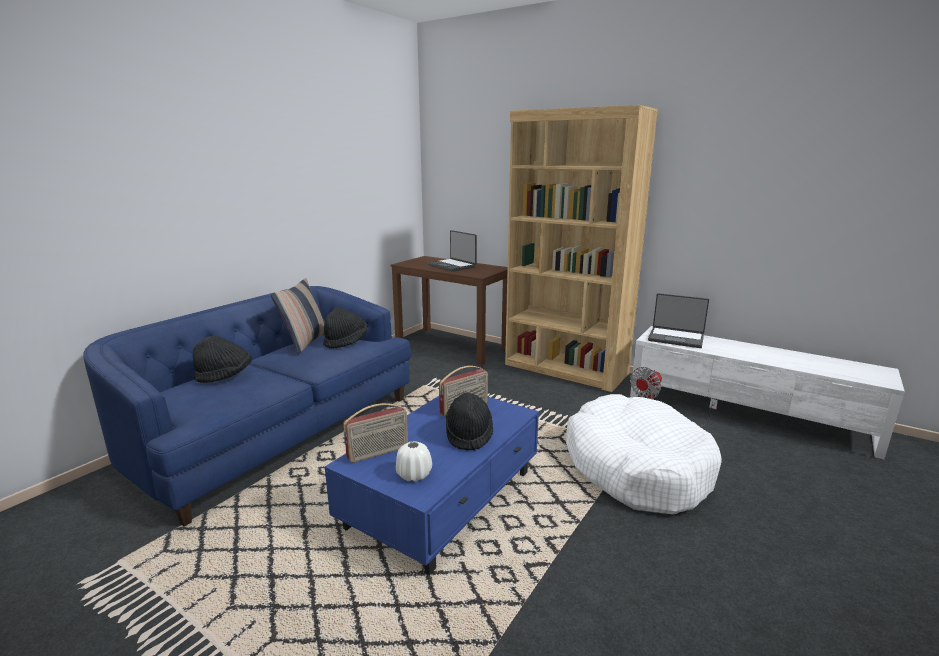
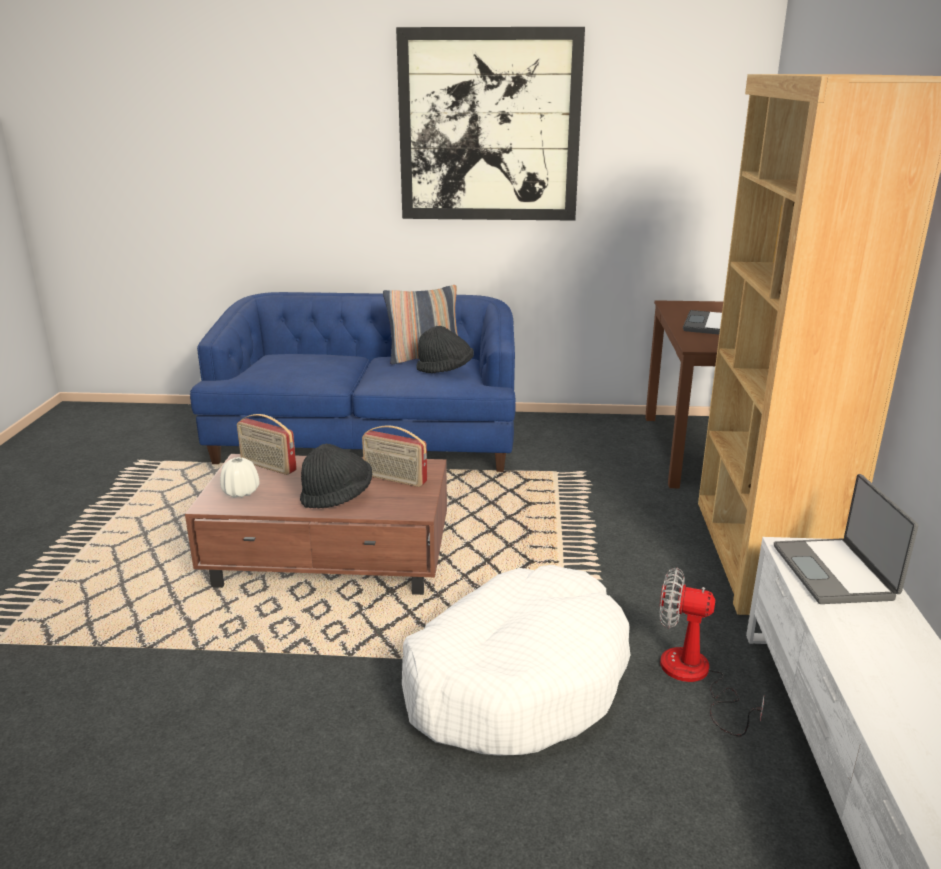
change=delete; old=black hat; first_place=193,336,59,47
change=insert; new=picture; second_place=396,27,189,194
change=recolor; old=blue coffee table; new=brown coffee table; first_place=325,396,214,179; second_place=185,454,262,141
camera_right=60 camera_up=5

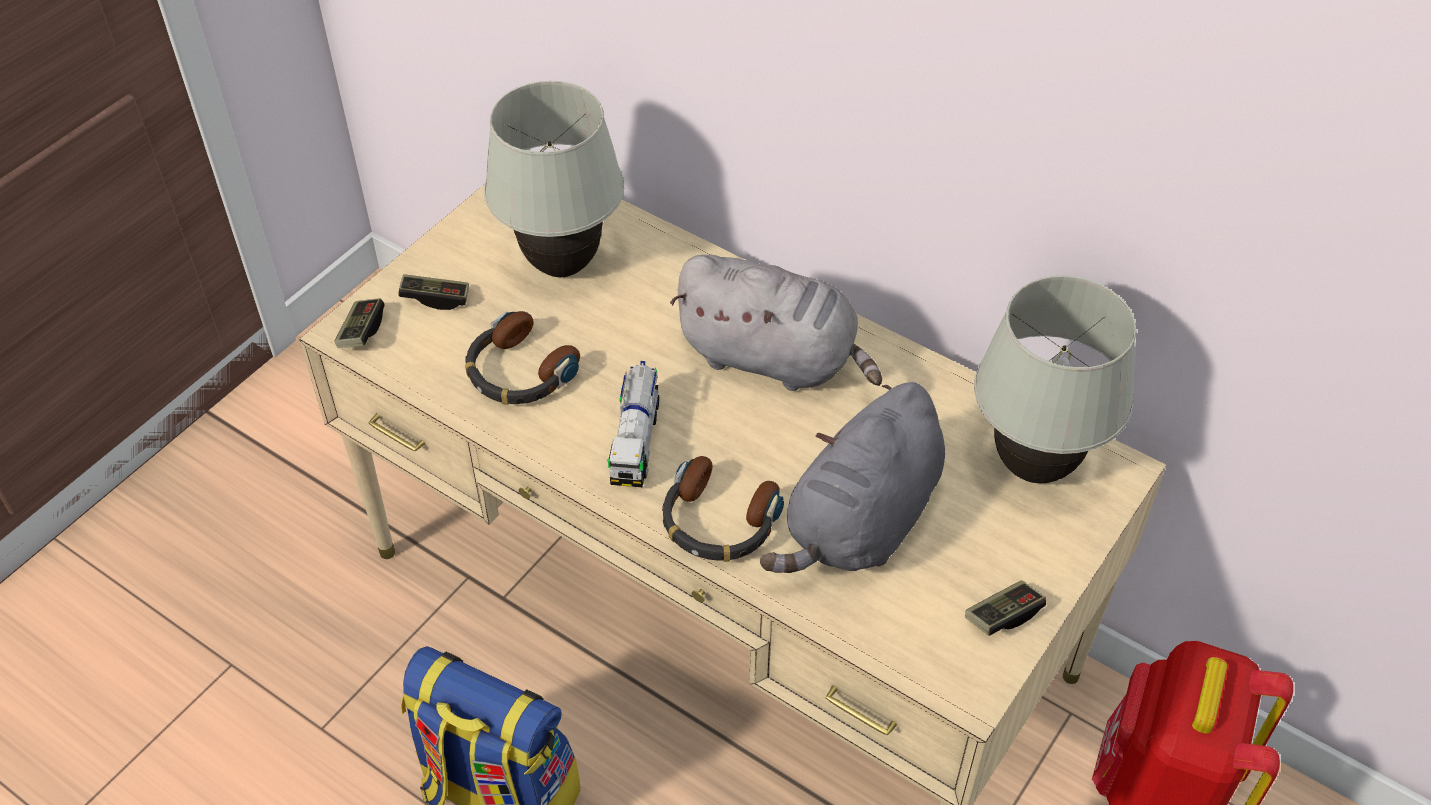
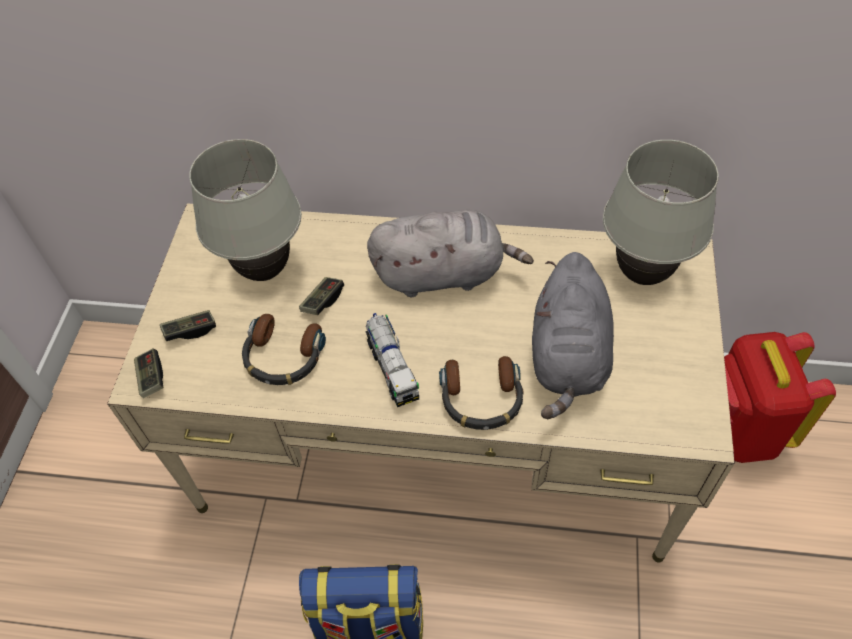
change=move; old=game controller; first_place=965,581,81,55; second_place=299,277,45,38
camera_right=-25 camera_up=5

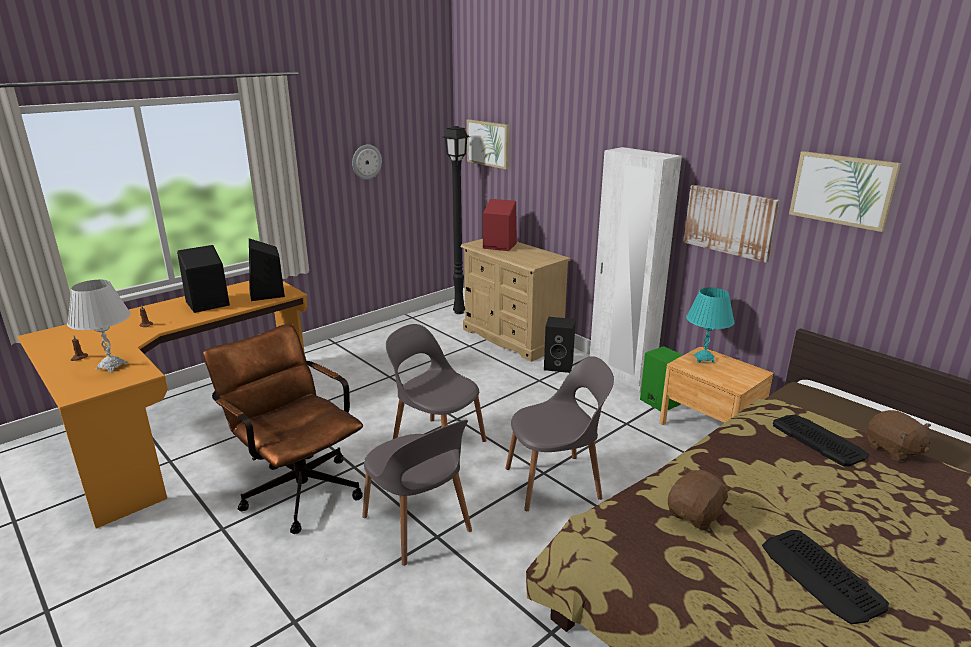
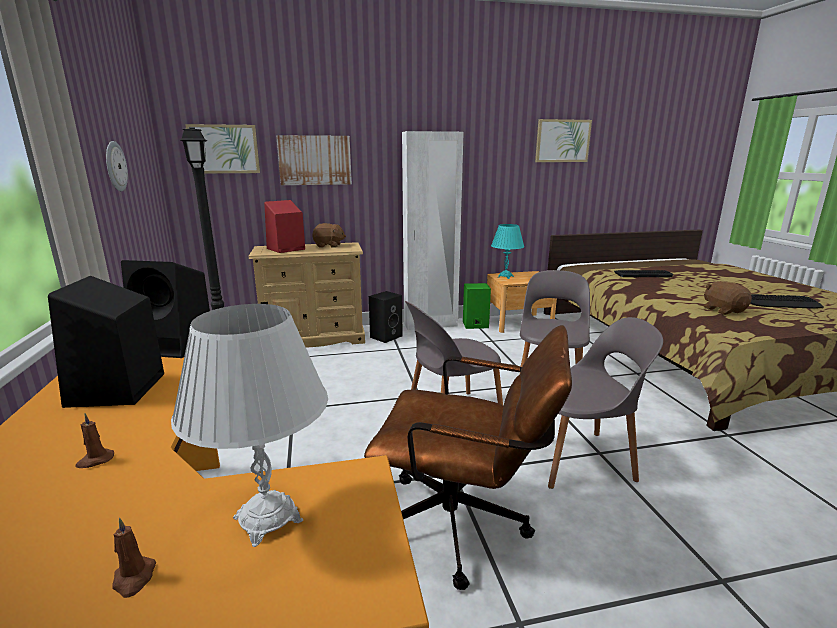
change=move; old=picture; first_place=684,185,95,78; second_place=276,135,76,50
change=move; old=brown plush toy; first_place=867,410,64,52; second_place=312,223,34,25
change=rotate; old=brown office chair; first_place=203,323,160,211; second_place=364,325,208,265; degrees=-150
camera_right=-60 camera_up=-5

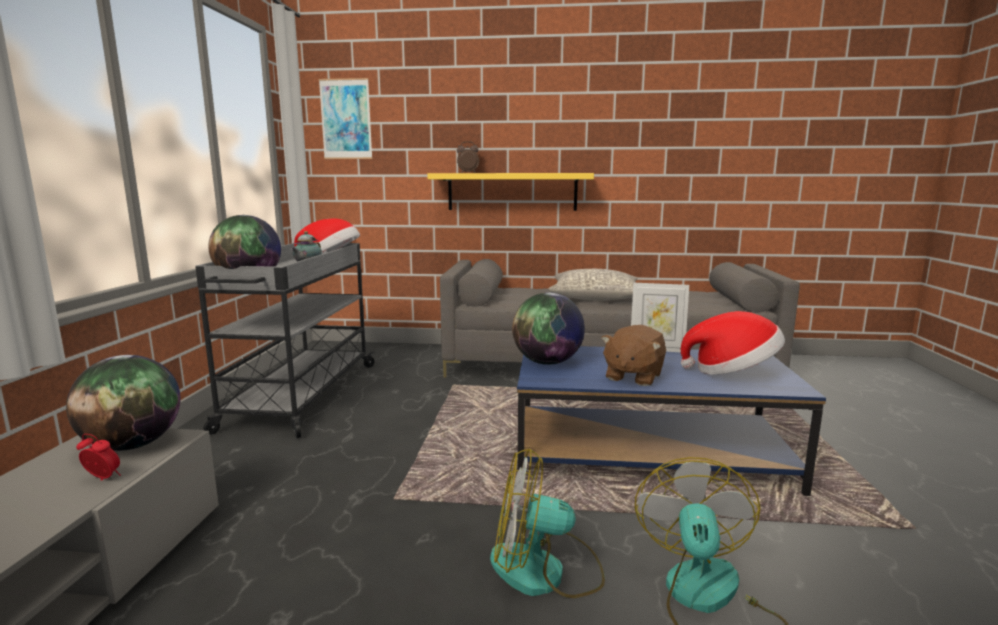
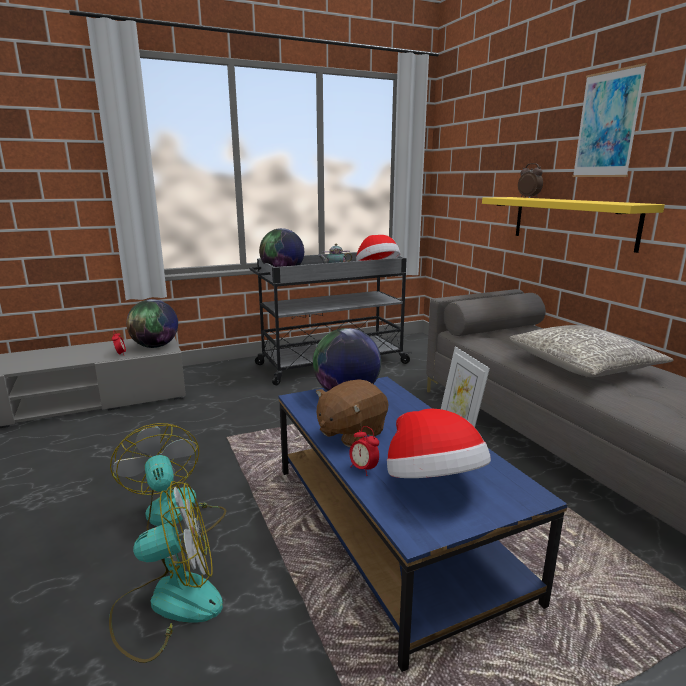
change=insert; new=alarm clock; second_place=349,426,30,50
change=move; old=picture; first_place=319,78,54,81; second_place=572,63,75,114
change=rotate; old=brown plush toy; first_place=601,325,65,61; second_place=316,379,72,68; degrees=-45
camera_right=60 camera_up=5

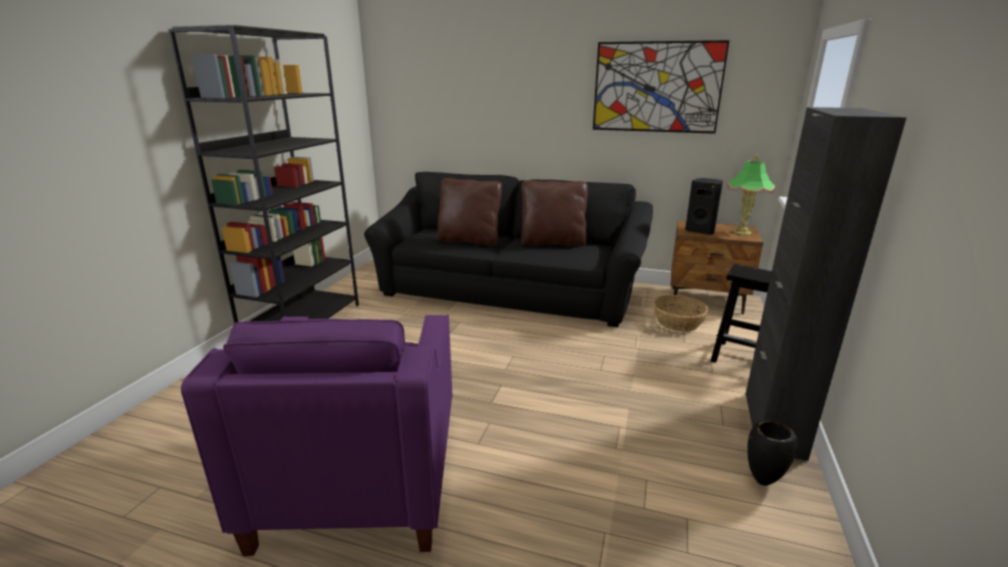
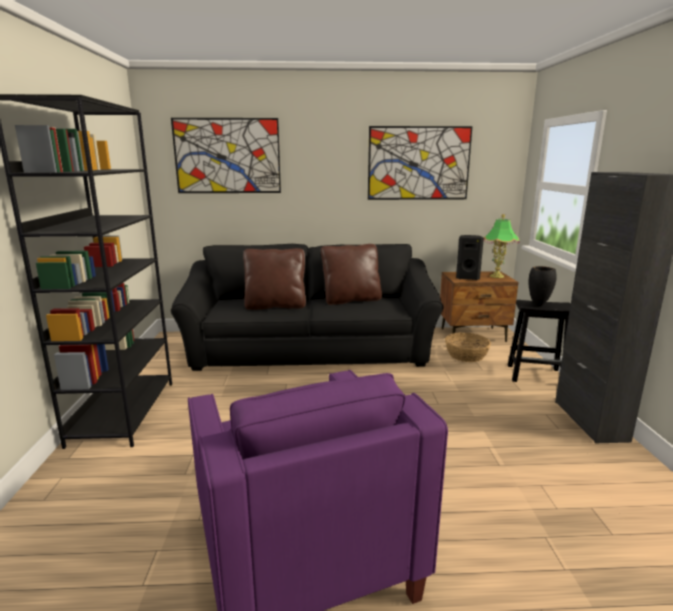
change=insert; new=picture; second_place=171,118,110,75
change=move; old=black vase; first_place=747,420,51,66; second_place=529,266,28,40
camera_right=-20 camera_up=-5

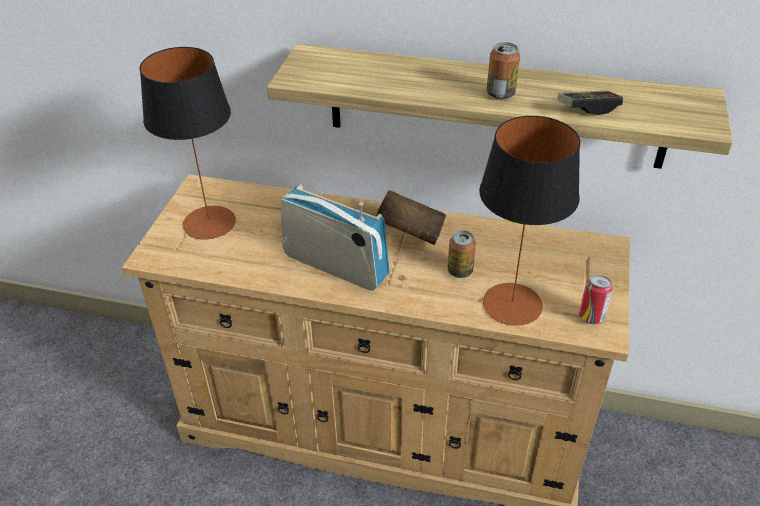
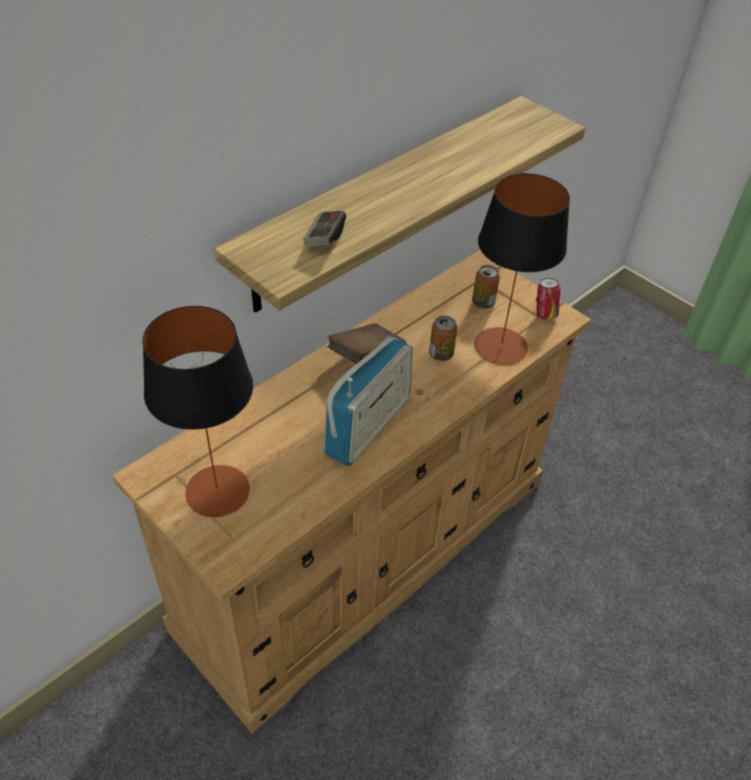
change=move; old=can; first_place=486,42,34,58; second_place=472,265,28,43
change=move; old=game controller; first_place=557,91,66,24; second_place=304,210,42,36
change=rotate; old=radio; first_place=281,184,109,107; second_place=323,336,90,130; degrees=150
camera_right=-60 camera_up=5

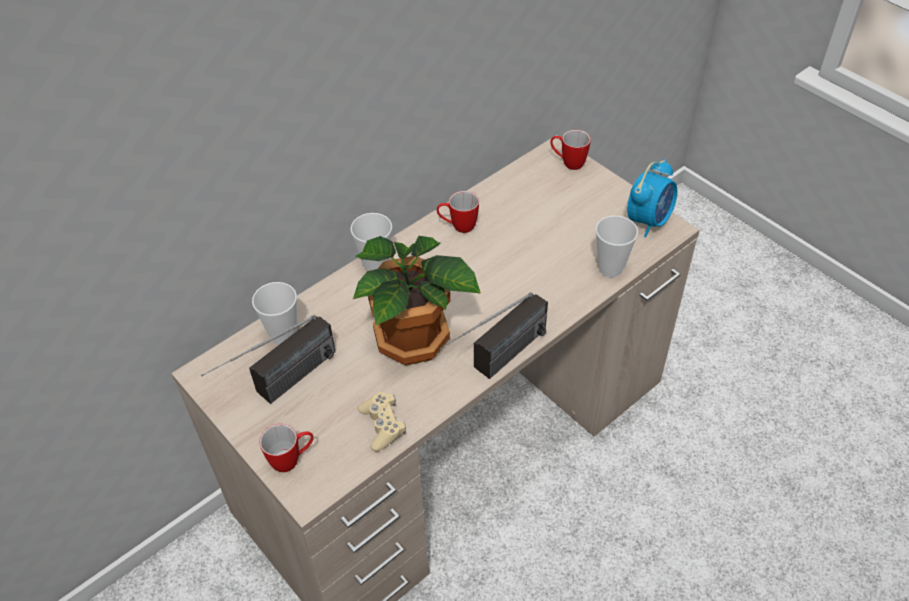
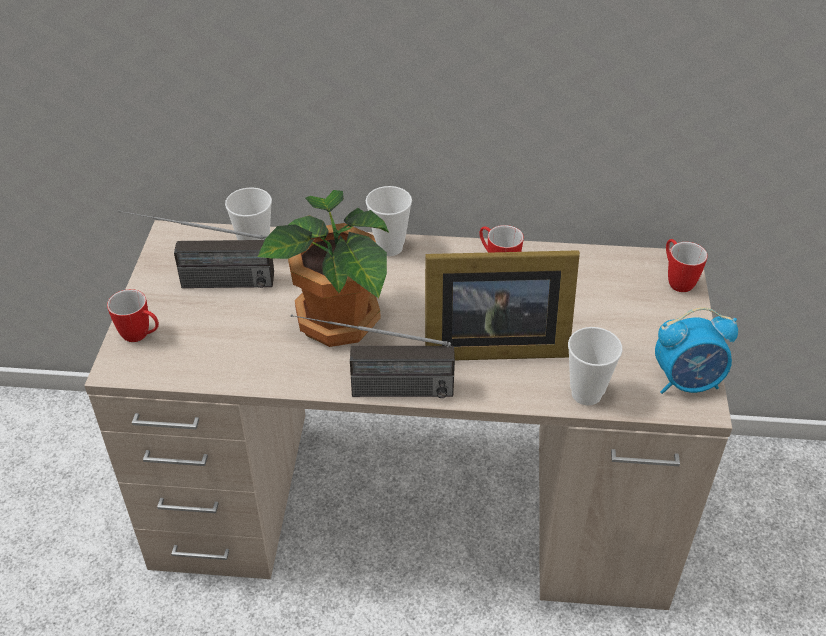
change=delete; old=beige game controller; first_place=358,392,48,59
change=insert; new=picture frame; second_place=425,250,155,110
camera_right=45 camera_up=-5

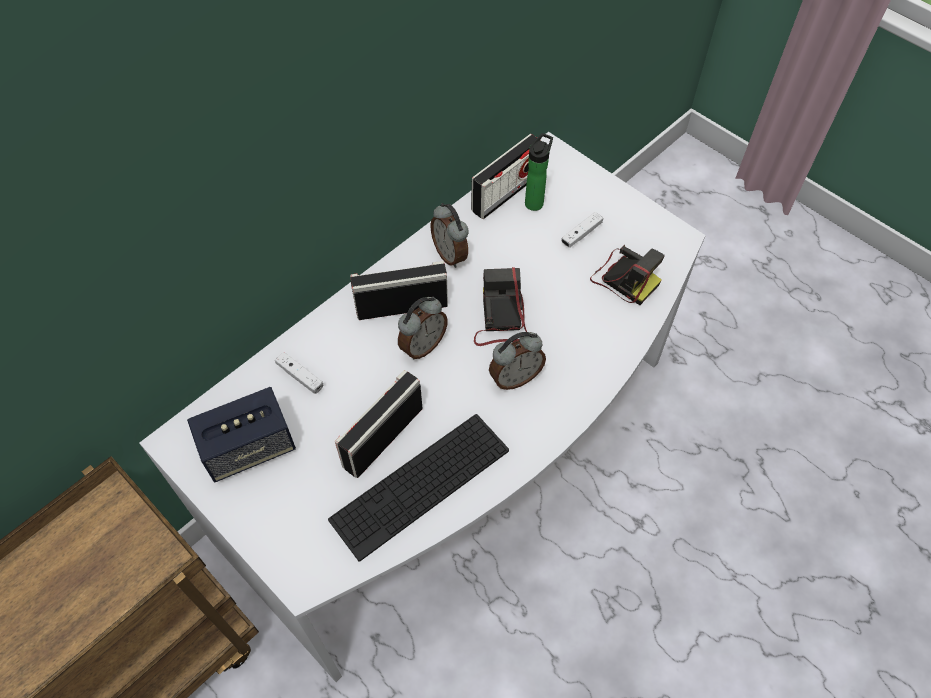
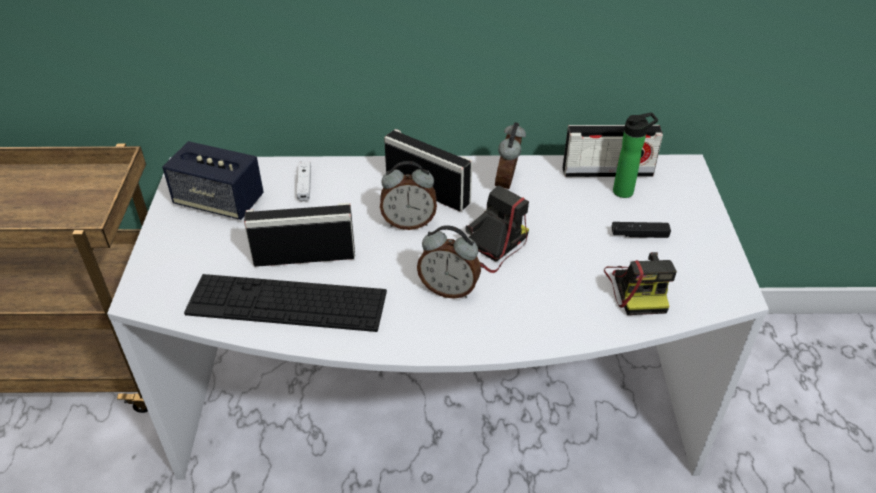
change=recolor; old=white game controller; new=black game controller; first_place=561,212,42,36; second_place=611,222,60,16
camera_right=45 camera_up=-15

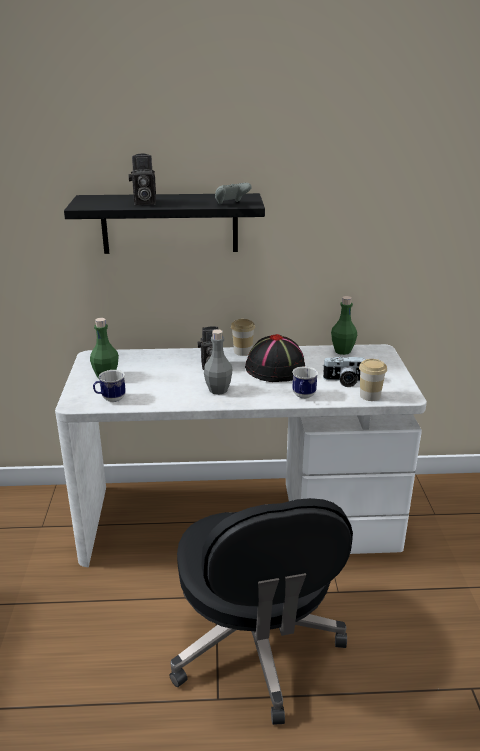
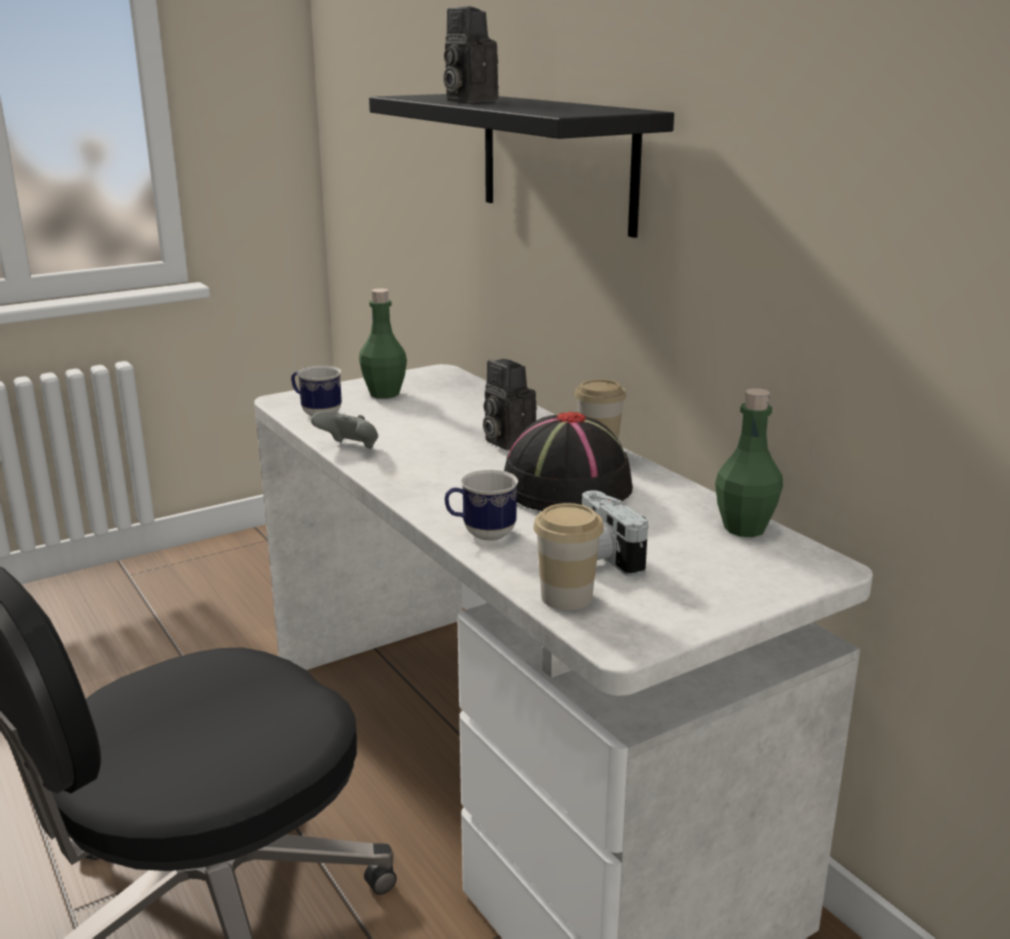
change=delete; old=grey bottle; first_place=204,329,28,66
change=move; old=grey game controller; first_place=215,183,37,22; second_place=311,412,67,37
camera_right=60 camera_up=-5

